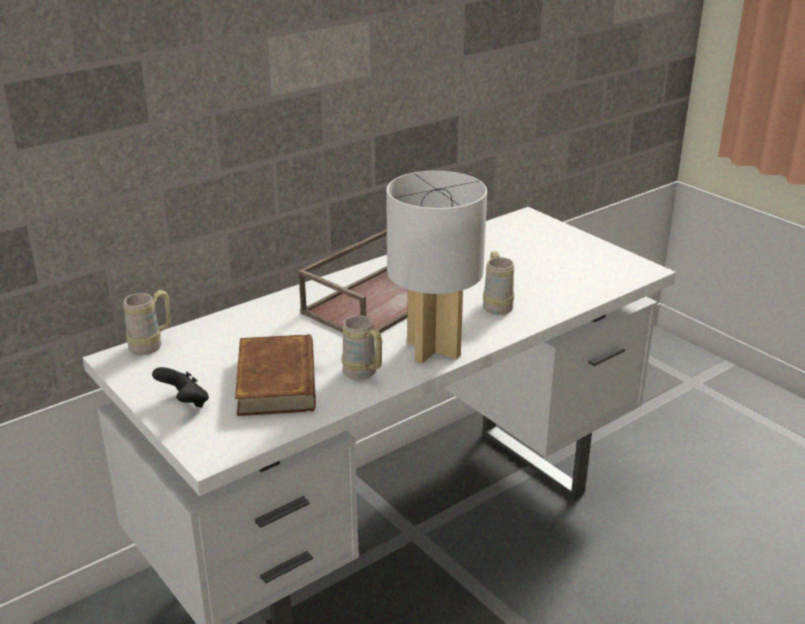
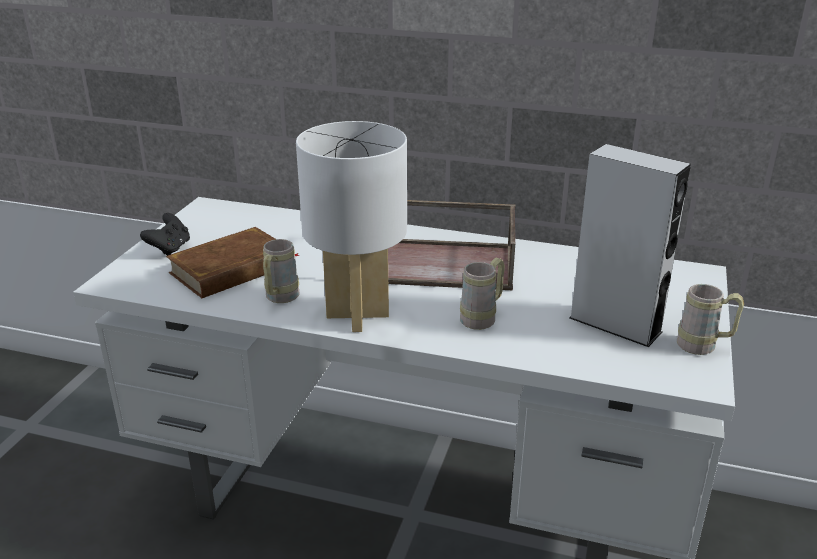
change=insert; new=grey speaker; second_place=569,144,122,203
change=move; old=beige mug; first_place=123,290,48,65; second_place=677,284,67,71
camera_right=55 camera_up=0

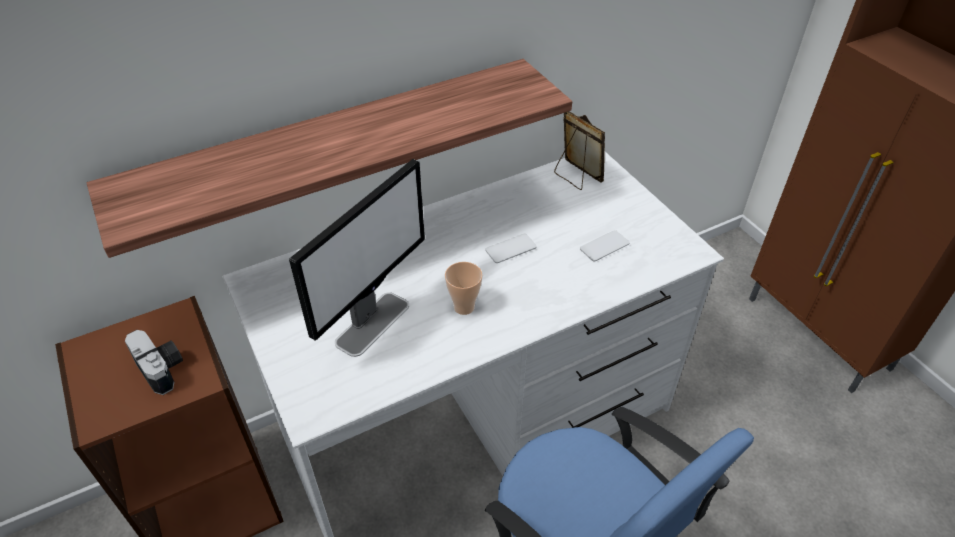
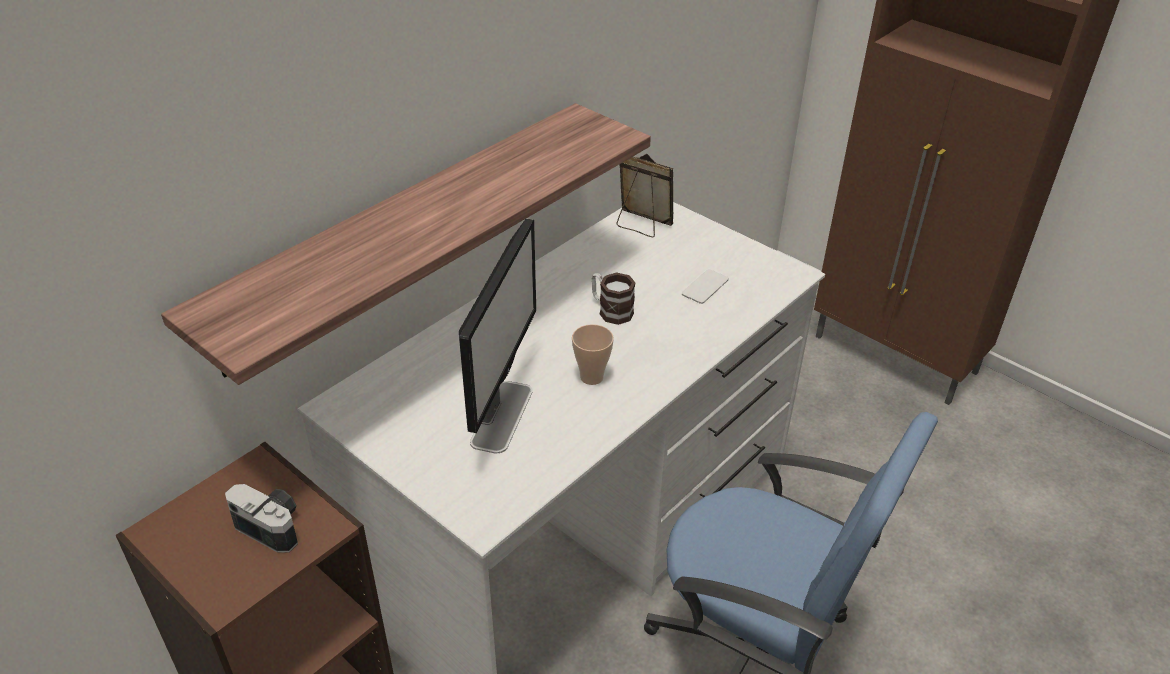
change=replace; old=phone; new=mug; first_place=485,234,52,29; second_place=592,272,44,53
camera_right=-20 camera_up=-5

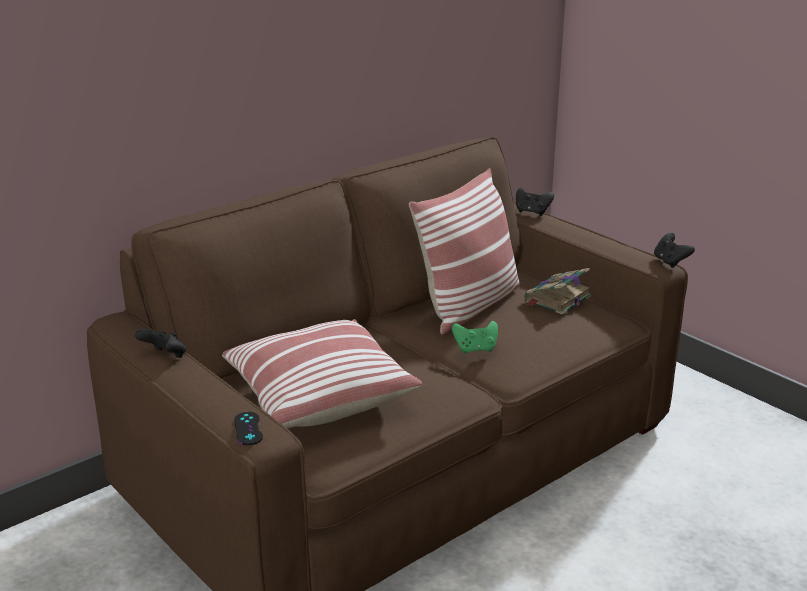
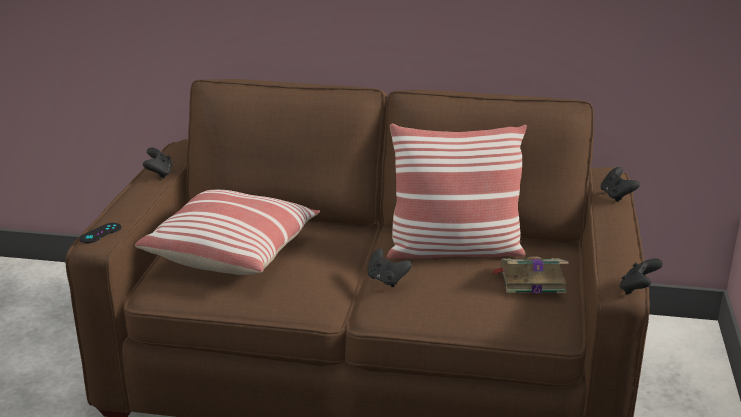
change=recolor; old=green game controller; new=black game controller; first_place=452,321,46,33; second_place=367,248,45,39
camera_right=50 camera_up=0

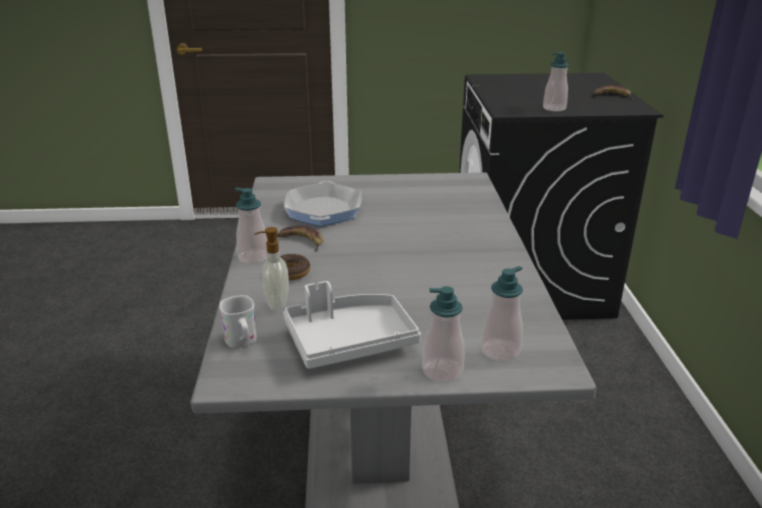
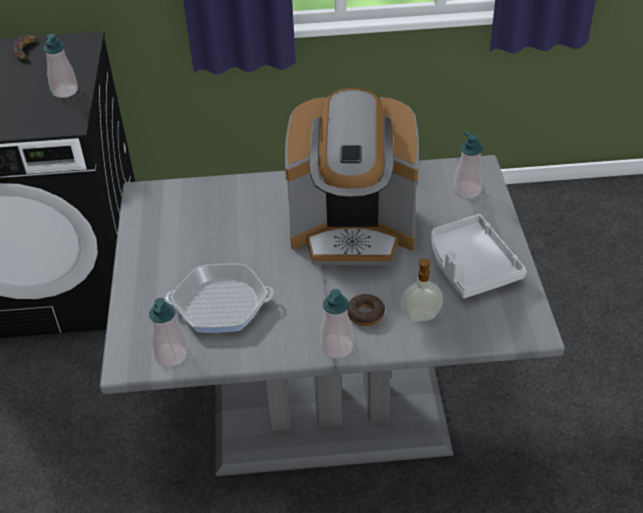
change=delete; old=white mug; first_place=219,295,38,53
change=delete; old=banana; first_place=277,226,47,26
change=insert; new=coffee machine; second_place=285,88,134,177
change=move; old=soap dispenser; first_place=422,286,42,97; second_place=149,298,39,69
camera_right=-90 camera_up=15

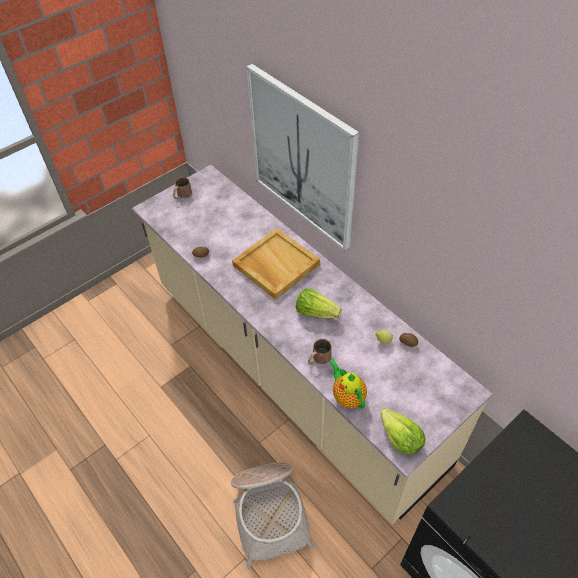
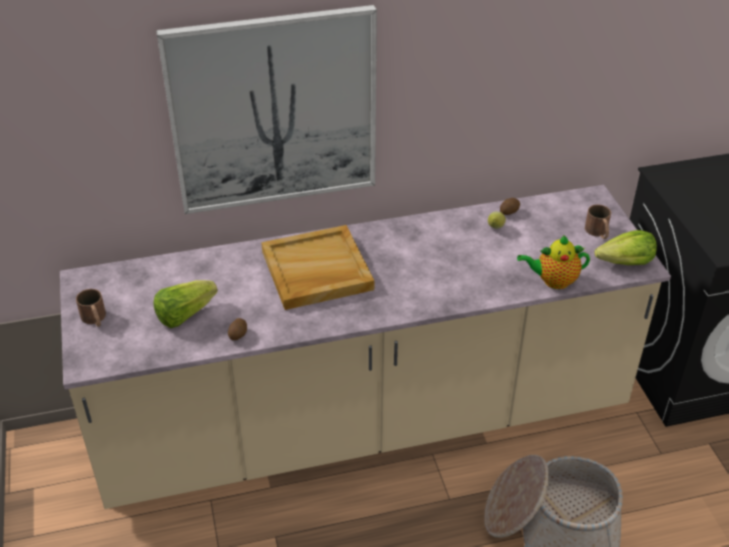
change=move; old=lettuce; first_place=296,288,46,30; second_place=154,280,64,48
change=move; old=brown mug; first_place=308,339,24,26; second_place=585,205,26,34
camera_right=-65 camera_up=-10

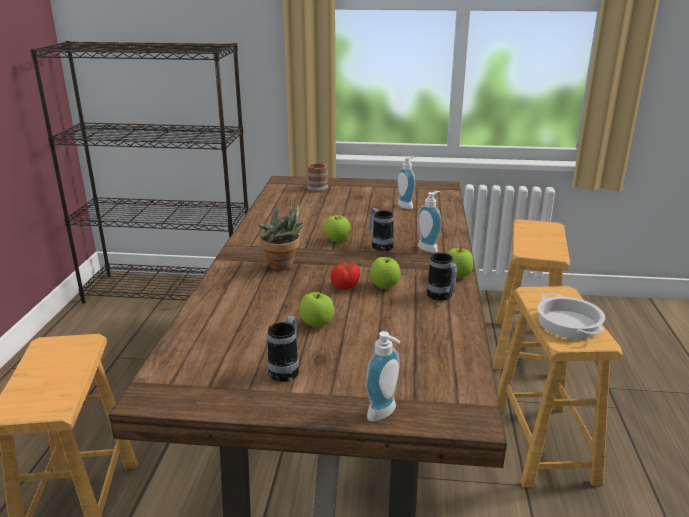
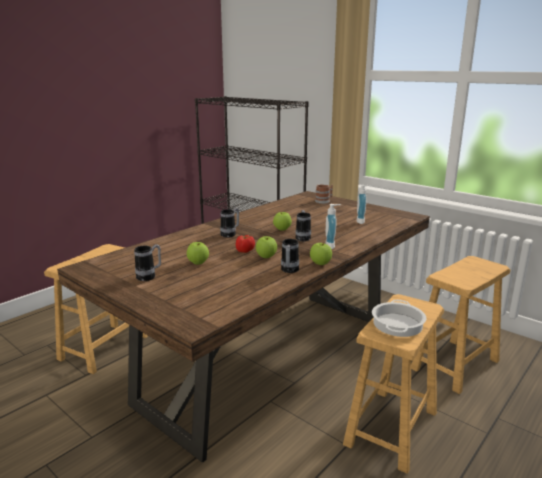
change=delete; old=soap dispenser; first_place=365,331,35,91
change=replace; old=potted plant; new=mug; first_place=259,201,47,69; second_place=220,208,19,30
camera_right=35 camera_up=-5

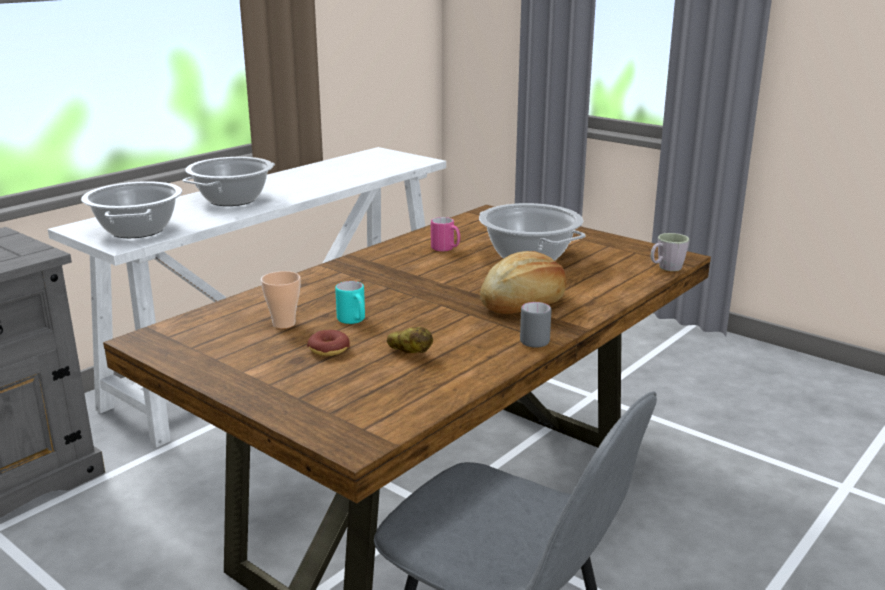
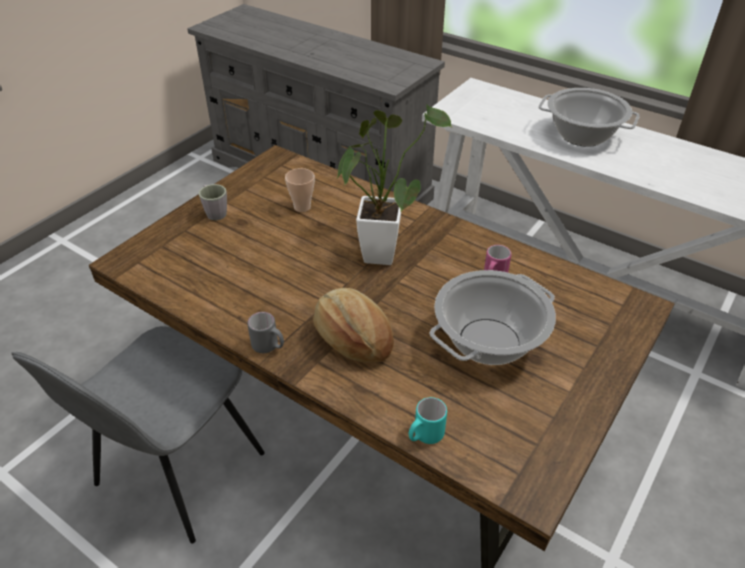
change=delete; old=cooking pot; first_place=81,181,101,57
change=delete; old=donut; first_place=307,330,43,26
change=delete; old=potato; first_place=387,327,46,26
change=insert; new=potted plant; second_place=336,104,116,161
change=move; old=turquoise mug; first_place=335,281,30,43; second_place=409,397,38,47
change=move; old=grey mug; first_place=651,233,39,38; second_place=198,184,29,36
camera_right=85 camera_up=20

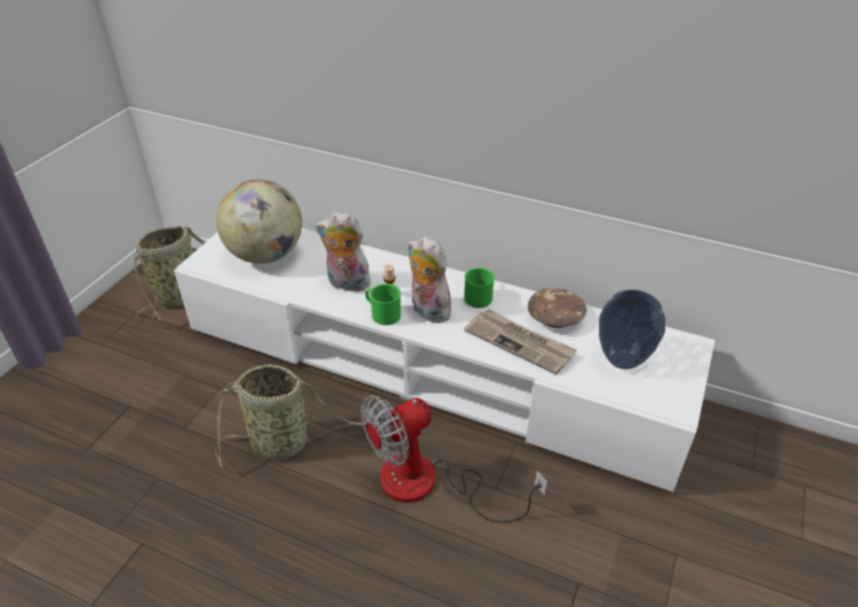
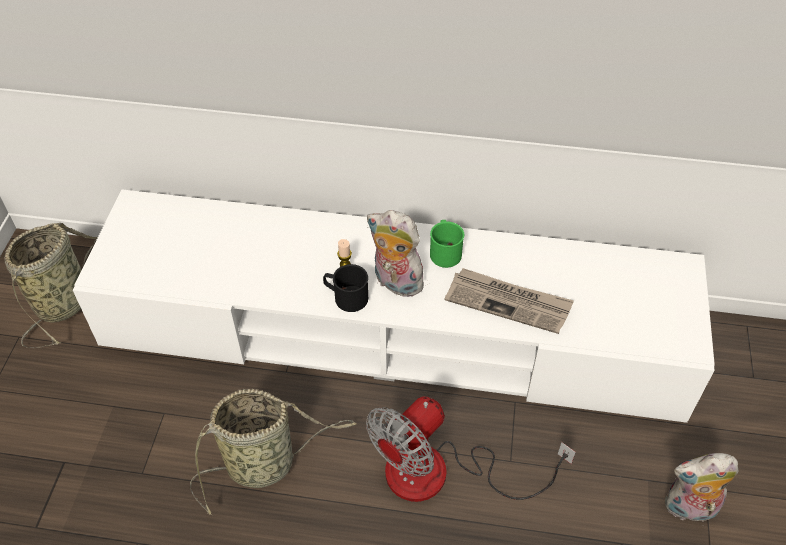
change=delete; old=globe; first_place=216,180,86,84
change=delete; old=brown bowl; first_place=528,288,59,40
change=delete; old=vase; first_place=599,290,66,79
change=move; old=plush toy; first_place=315,212,58,79; second_place=665,453,74,69
change=recolor; old=green mug; new=black mug; first_place=365,284,36,41; second_place=323,264,45,48
camera_right=-15 camera_up=10

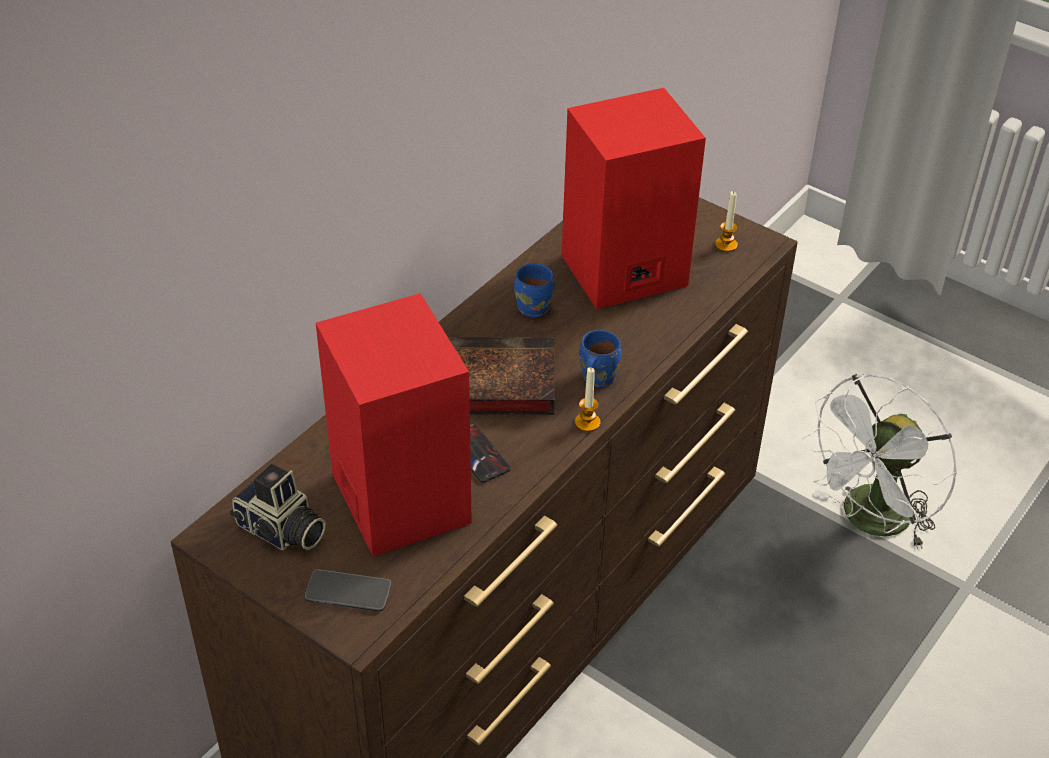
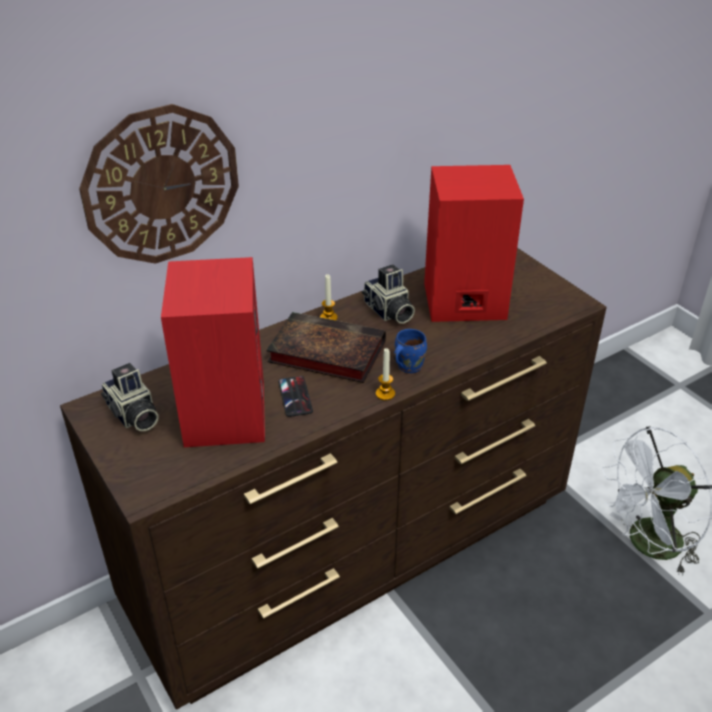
change=delete; old=phone; first_place=304,569,88,42
change=insert; new=wall clock; second_place=79,104,160,160
change=move; old=candle; first_place=715,191,23,61; second_place=320,274,18,46
change=replace; old=blue mug; new=photo camera; first_place=514,263,40,54; second_place=362,264,53,60
camera_right=20 camera_up=-5

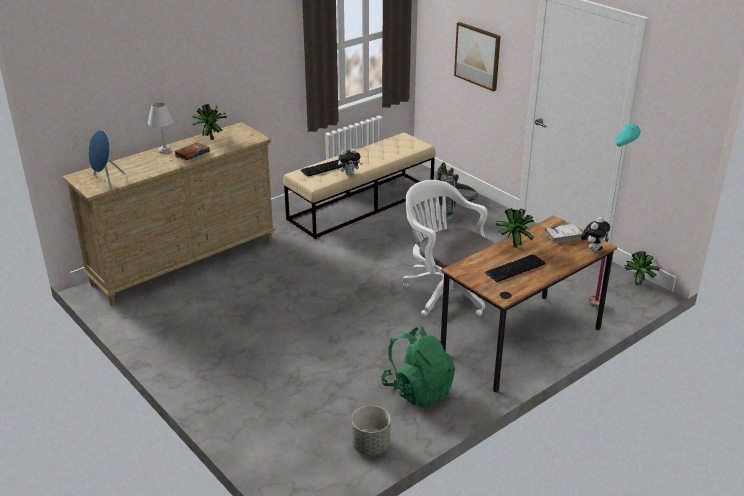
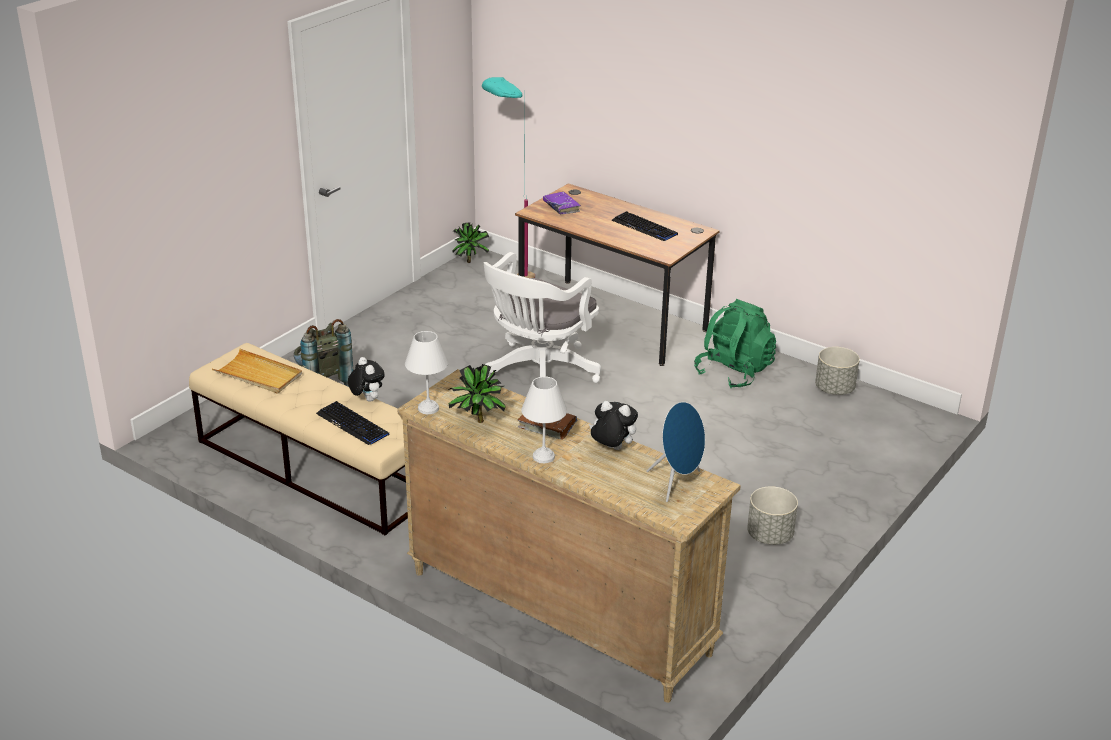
change=delete; old=picture; first_place=454,22,47,70
change=delete; old=potted plant; first_place=496,208,38,40
change=insert; new=beige tray; second_place=212,349,90,44
change=insert; new=white table lamp; second_place=405,331,43,83
change=insert; new=grey planter; second_place=747,486,51,59
change=move; old=plush toy; first_place=581,217,29,35; second_place=589,401,49,49
change=recolor; old=white book; new=purple book; first_place=545,224,37,19; second_place=543,192,38,22
camera_right=-105 camera_up=0

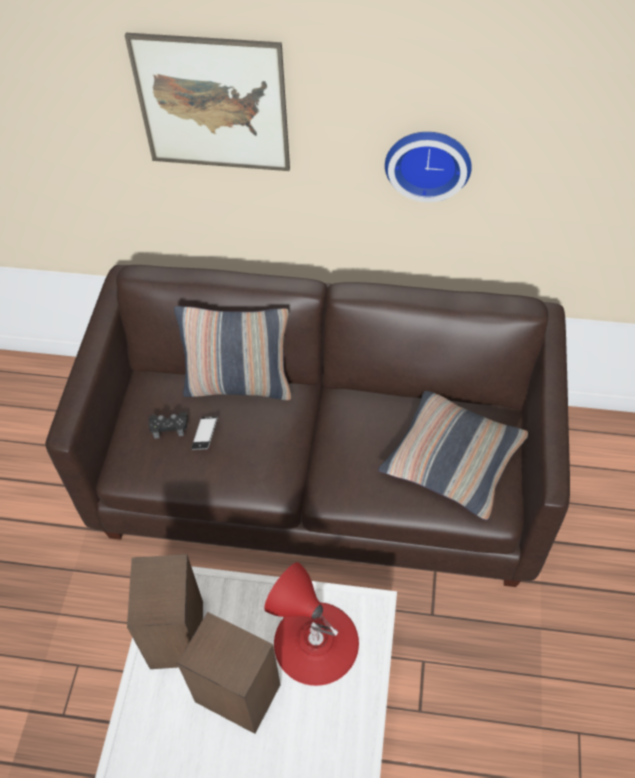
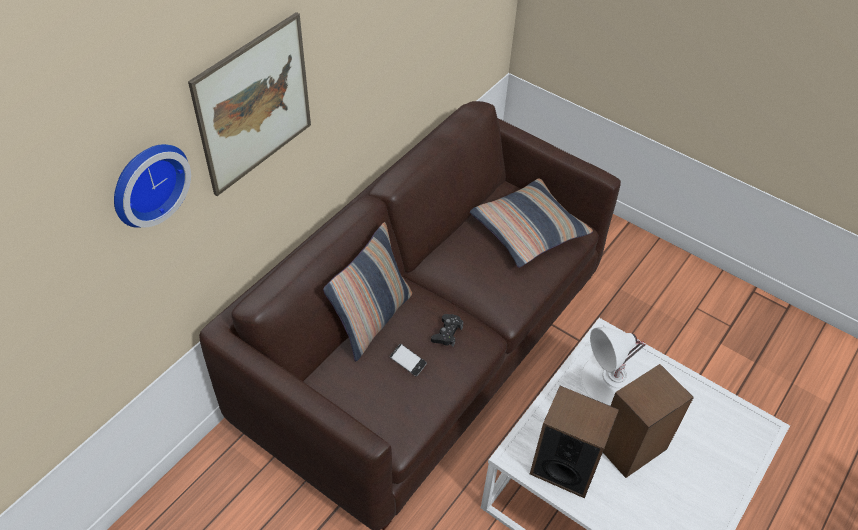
change=move; old=black game controller; first_place=149,411,39,28; second_place=431,314,32,33
change=move; old=wall clock; first_place=385,132,87,70; second_place=114,144,77,84
change=recolor; old=red table lamp; new=white table lamp; first_place=264,562,95,124; second_place=581,327,65,79
camera_right=-65 camera_up=-5

